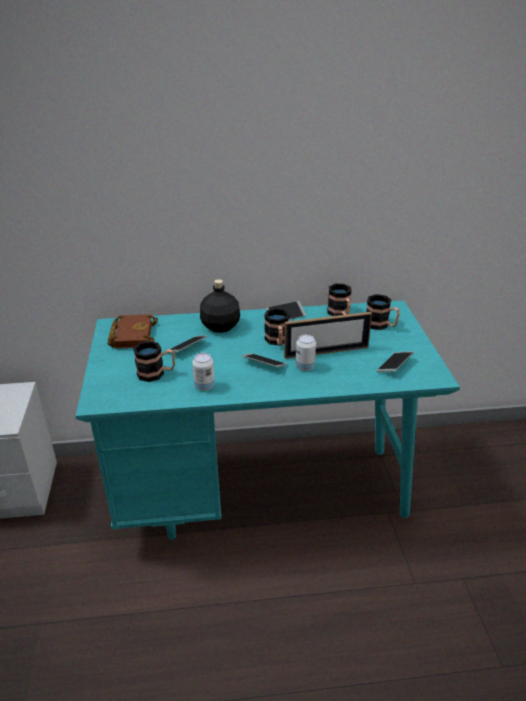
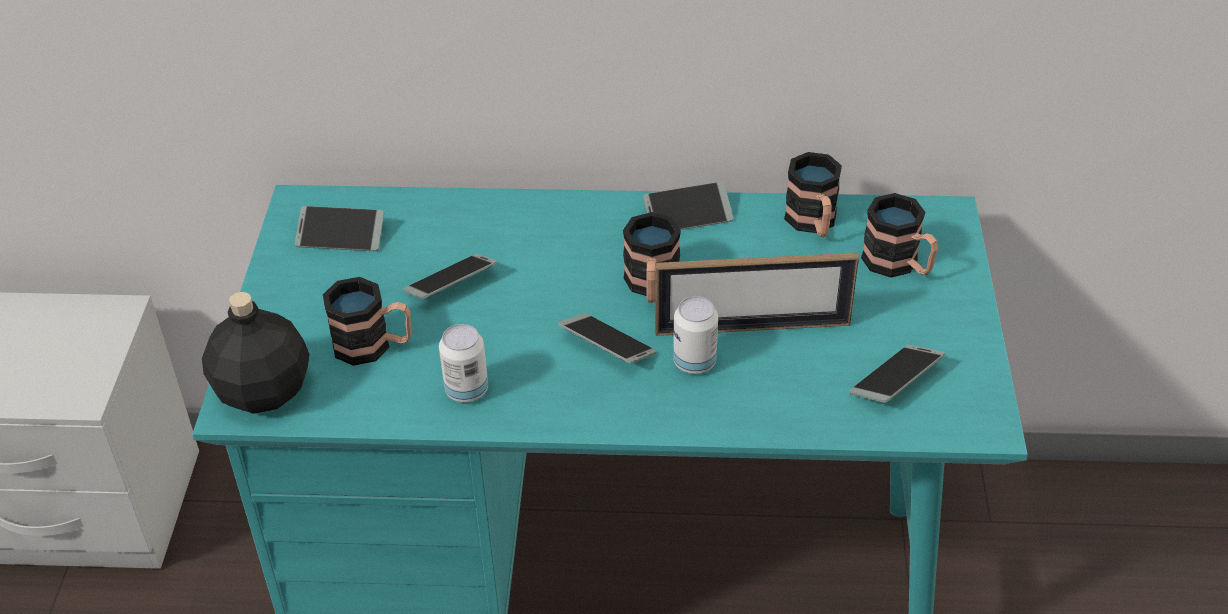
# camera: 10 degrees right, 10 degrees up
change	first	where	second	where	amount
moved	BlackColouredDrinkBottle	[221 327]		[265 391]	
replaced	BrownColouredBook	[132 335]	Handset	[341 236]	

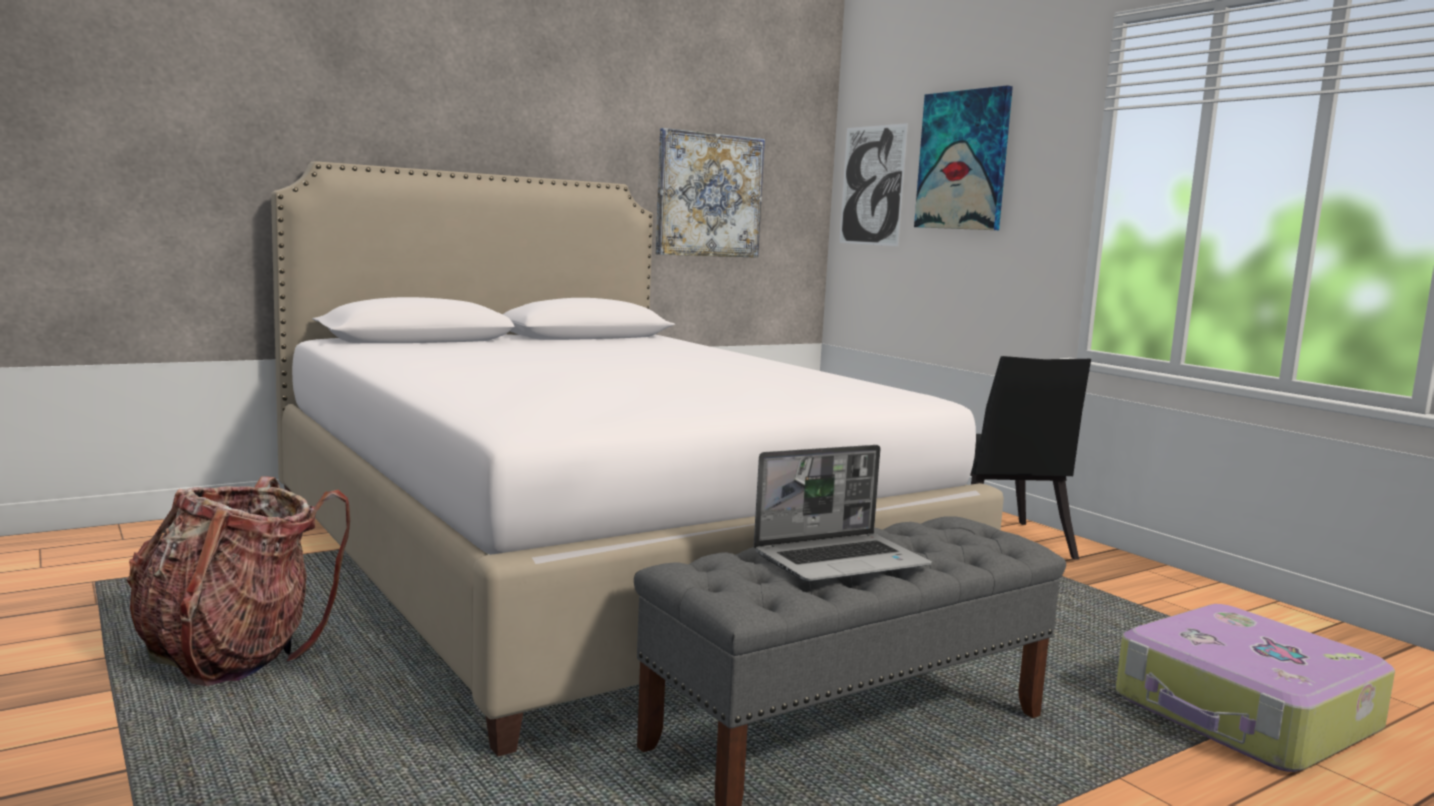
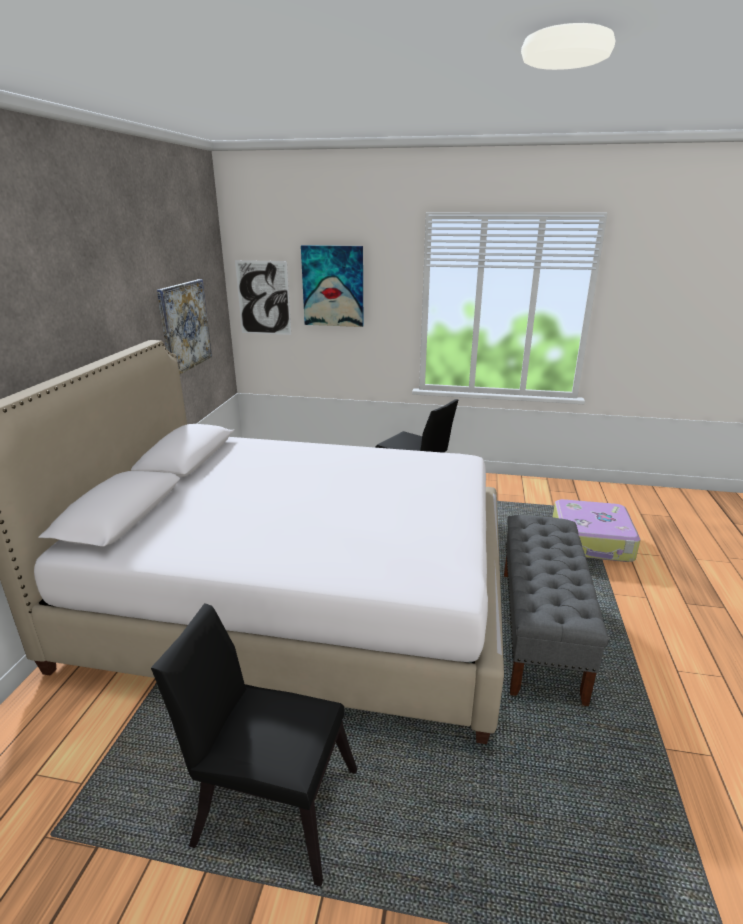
# camera: 45 degrees left, 15 degrees up
change	first	where	second	where	amount
replaced	Rucksack	[232 654]	BlackColouredUprightChair	[269 801]	
removed	NotebookComputer	[841 560]			

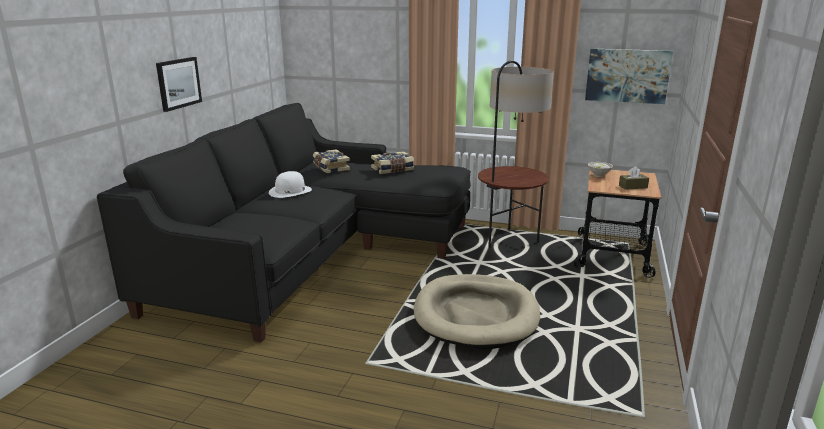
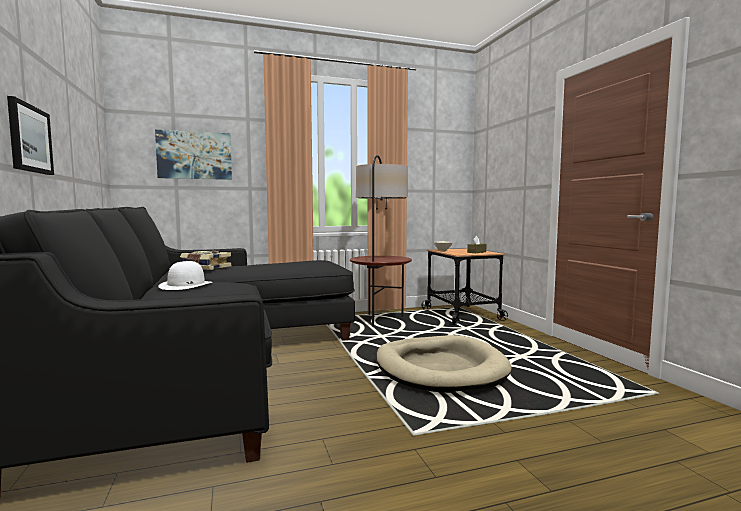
# camera: 35 degrees left, 15 degrees down
change	first	where	second	where	amount
moved	Picture	[627 75]		[194 155]	
removed	Book	[393 169]			

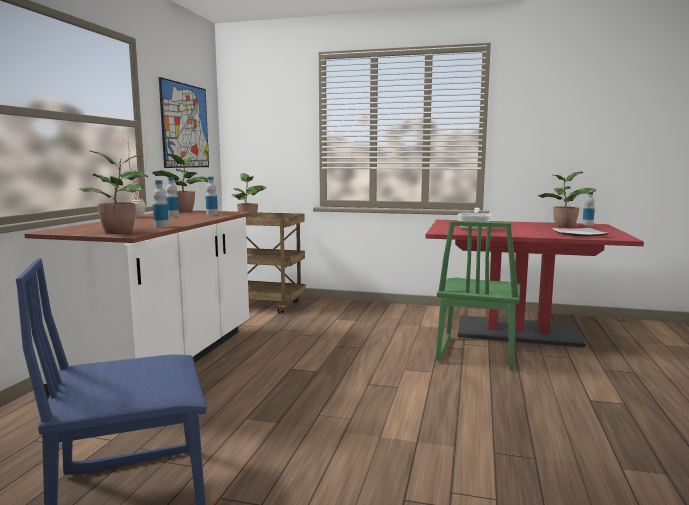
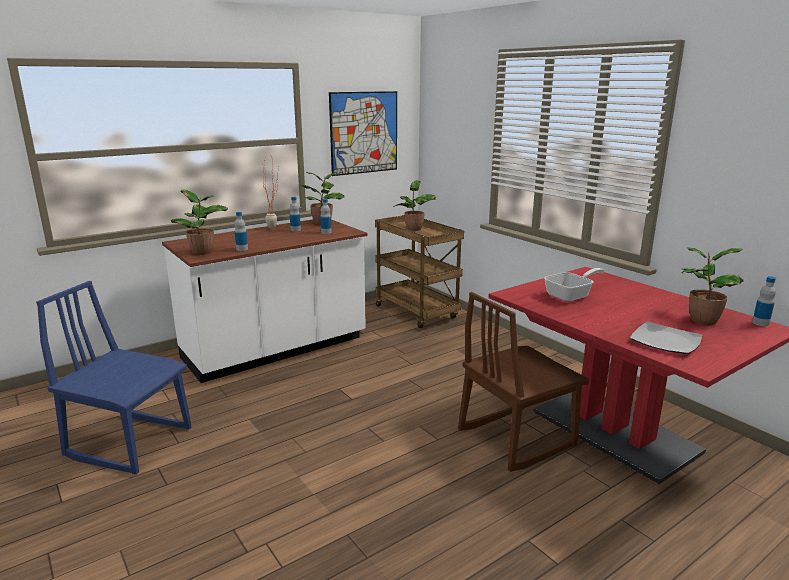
# camera: 40 degrees right, 10 degrees up
change	first	where	second	where	amount
recoloured	GreenUprightChair	[475 353]	BrownColouredUprightChair	[515 438]	

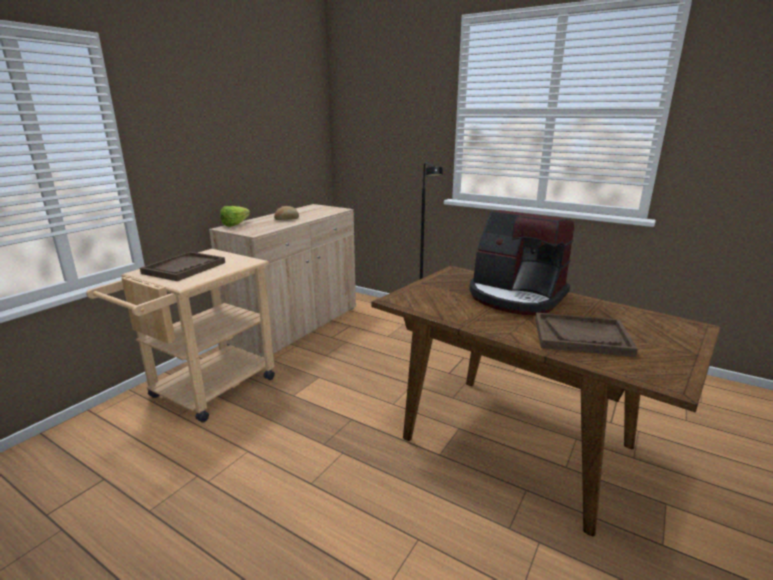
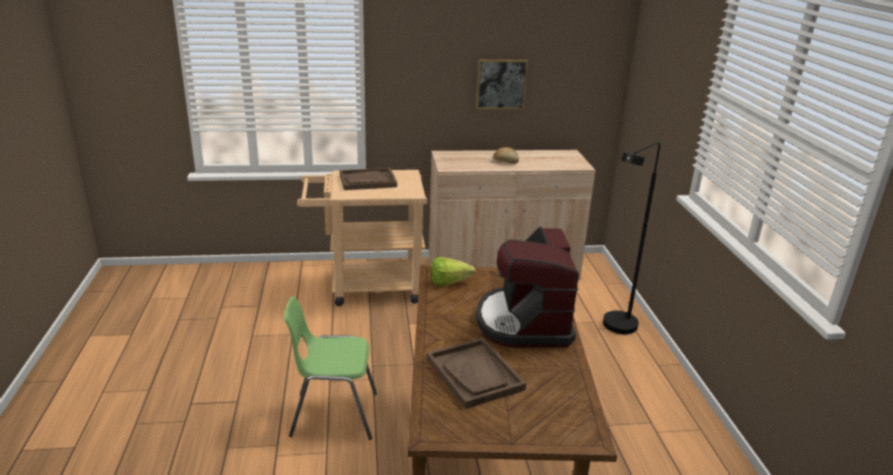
# camera: 50 degrees right, 5 degrees up
change	first	where	second	where	amount
added			GreenUprightChair	[333 415]	
moved	LettuceHead	[238 224]		[452 283]	
added			Picture	[501 84]	

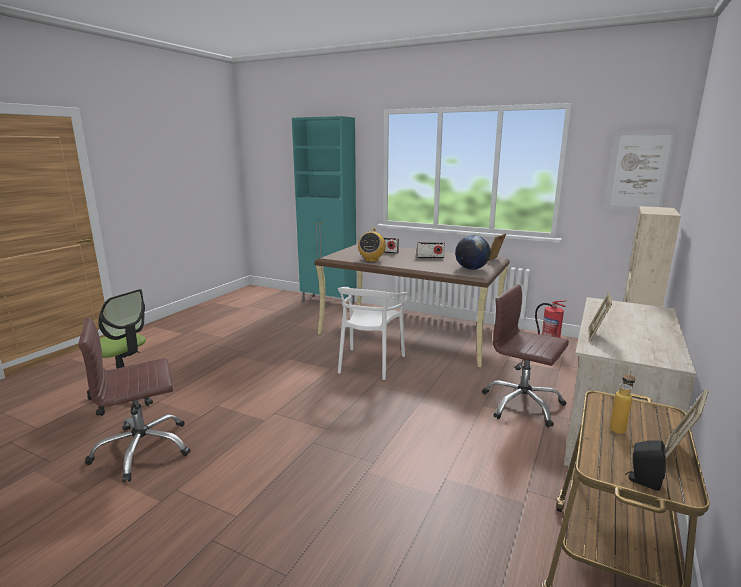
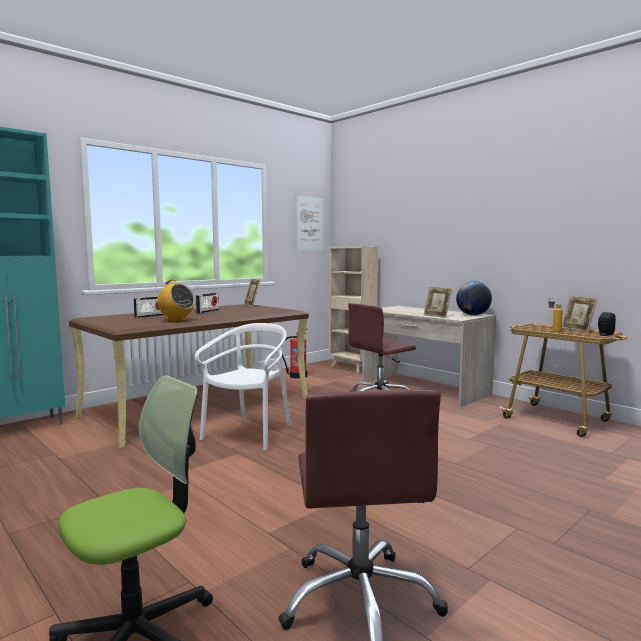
# camera: 70 degrees left, 10 degrees down
change	first	where	second	where	amount
turned	WhiteUprightChair	[370 363]		[249 433]	105 degrees counterclockwise
moved	WorldGlobe	[471 269]		[473 315]	

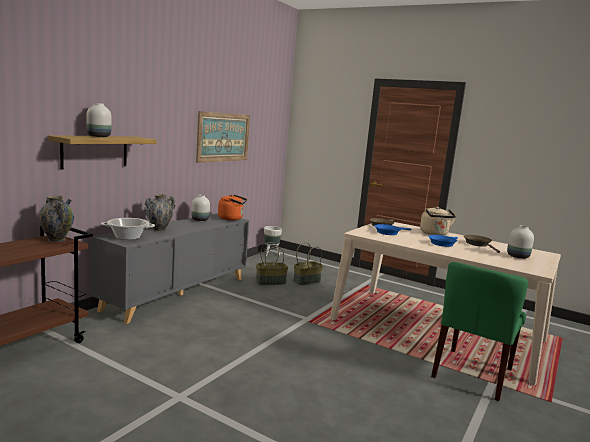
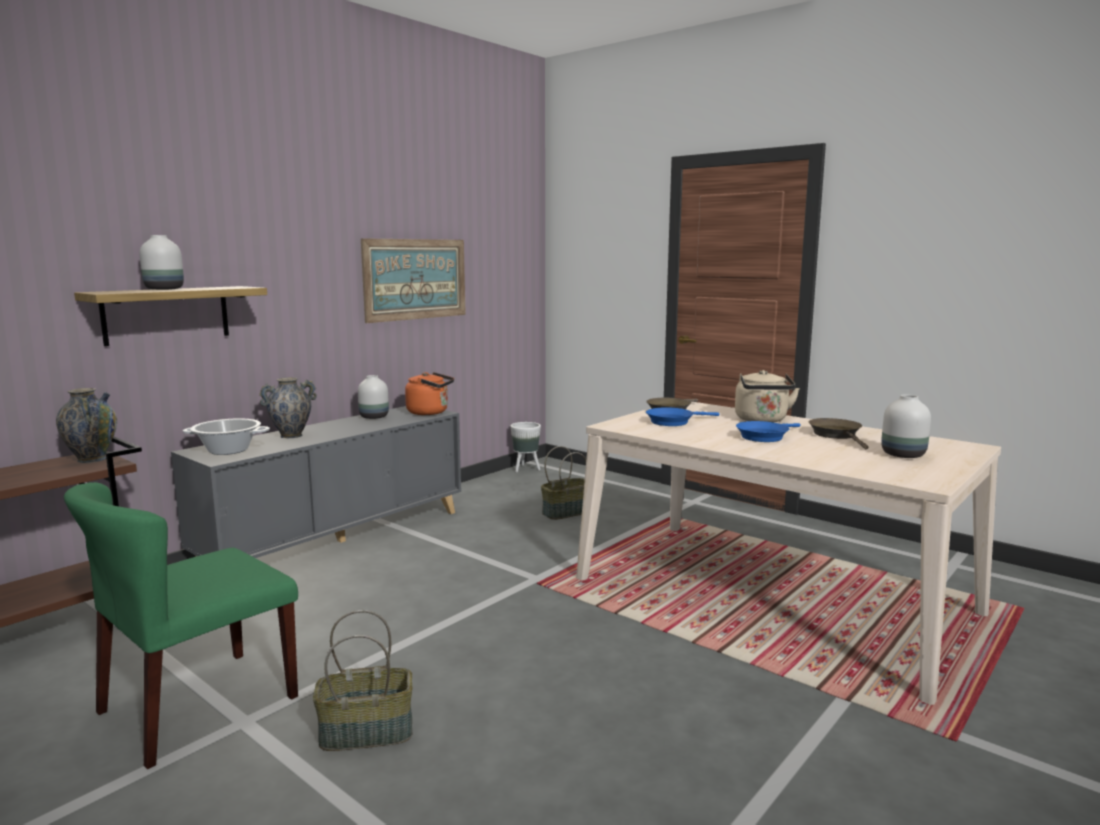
# camera: 10 degrees right, 0 degrees up
change	first	where	second	where	amount
moved	GreenUprightChair	[473 374]		[197 705]	
moved	Basket	[271 282]		[367 732]	

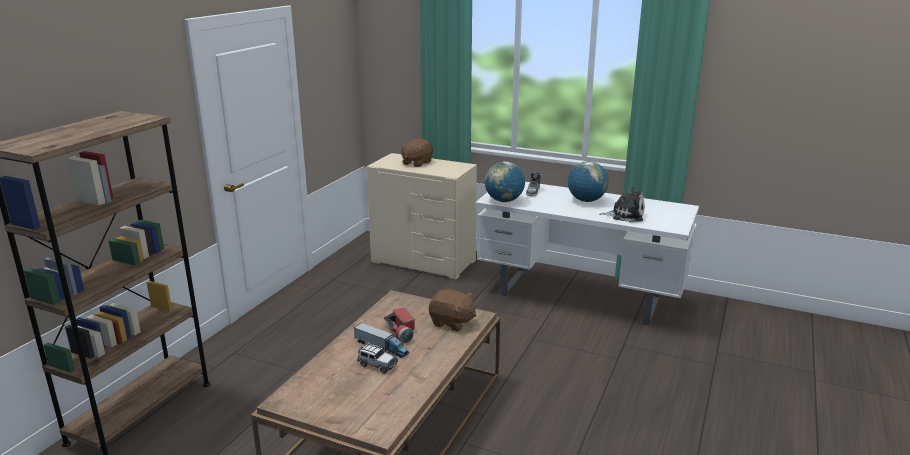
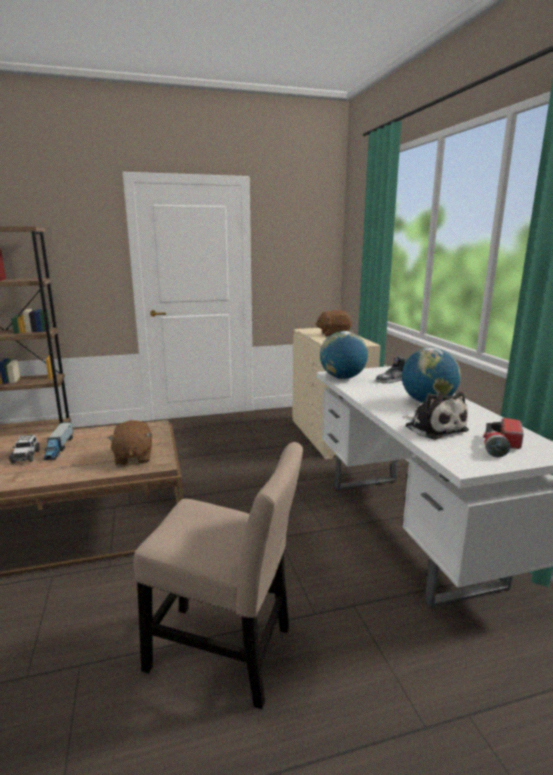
# camera: 50 degrees right, 5 degrees down
change	first	where	second	where	amount
added			BeigeUprightChair	[226 652]	
moved	Flashlight	[401 332]		[501 446]	

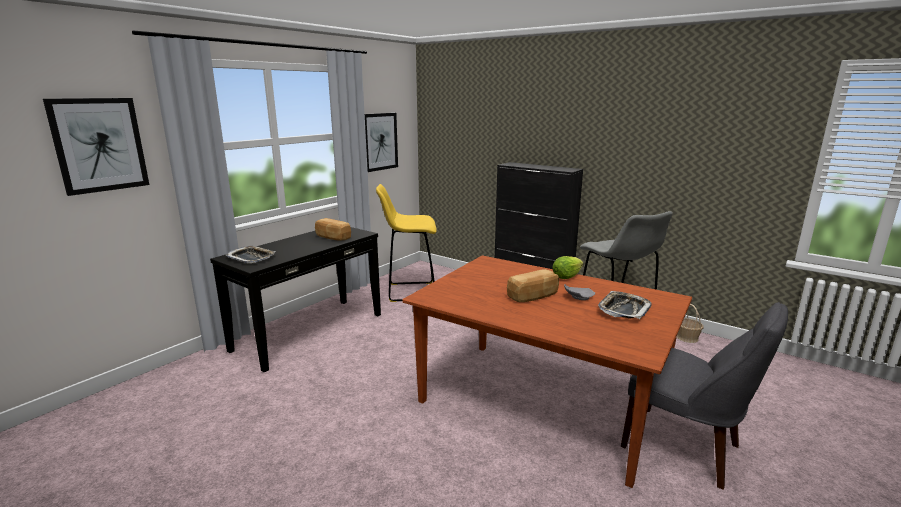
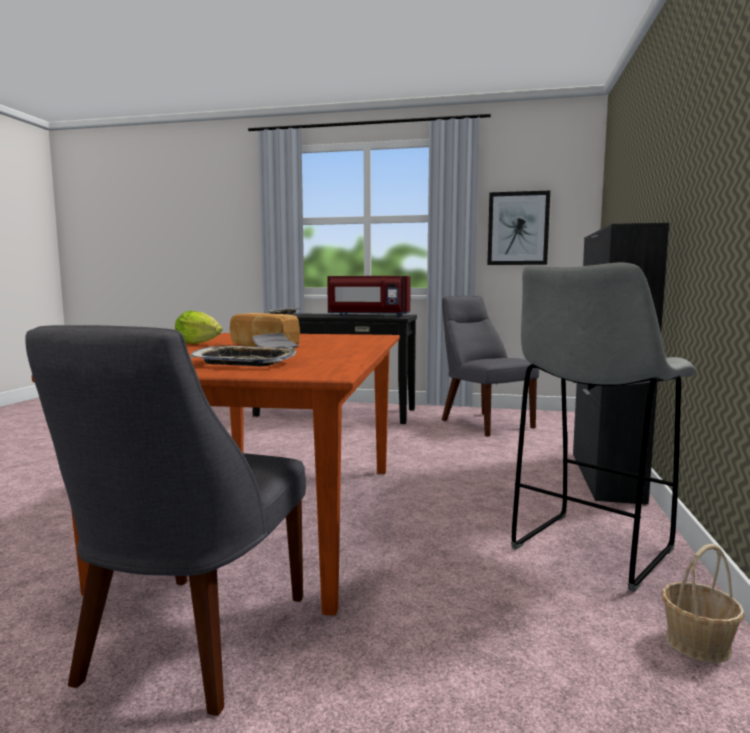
# camera: 65 degrees right, 10 degrees down
change	first	where	second	where	amount
moved	LettuceHead	[566 276]		[198 344]	
replaced	BakedBread	[332 237]	RedColouredMicrowave	[368 316]	
replaced	YellowColouredStoolSeat	[409 292]	GreyUprightChair	[483 423]	
removed	Picture	[99 145]			

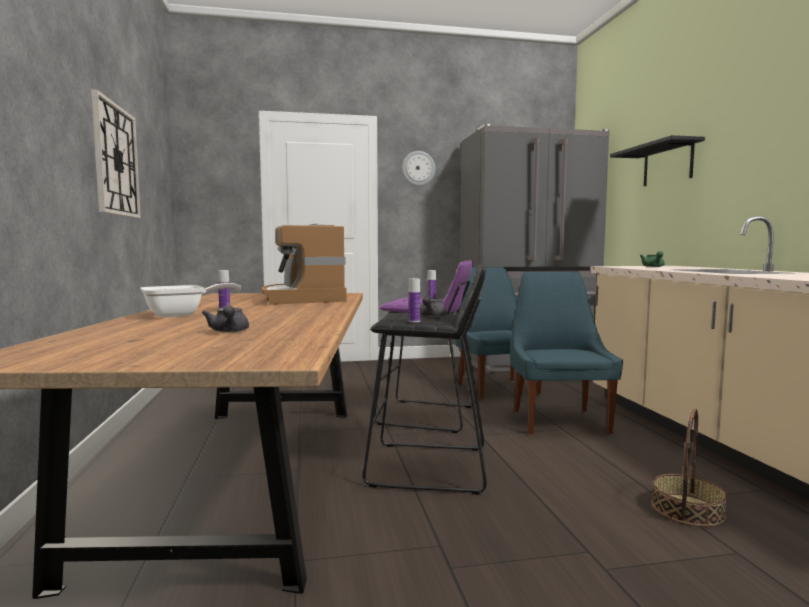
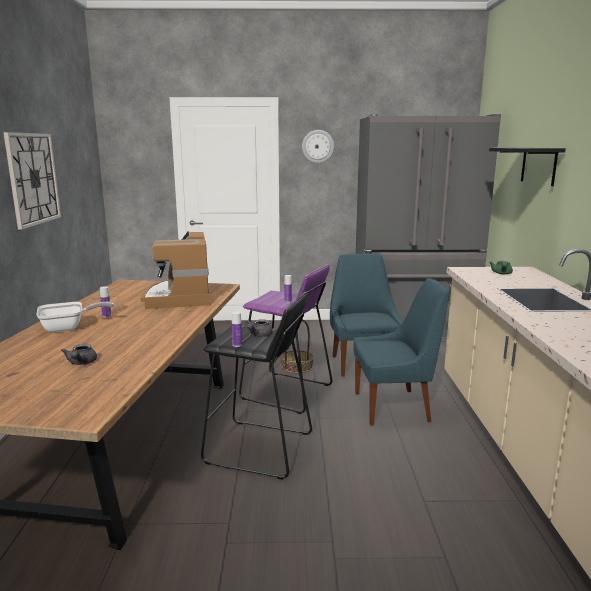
# camera: 10 degrees right, 10 degrees up
change	first	where	second	where	amount
moved	Basket	[687 510]		[297 366]	
turned	BlueColouredUprightChair	[558 420]		[395 407]	75 degrees clockwise

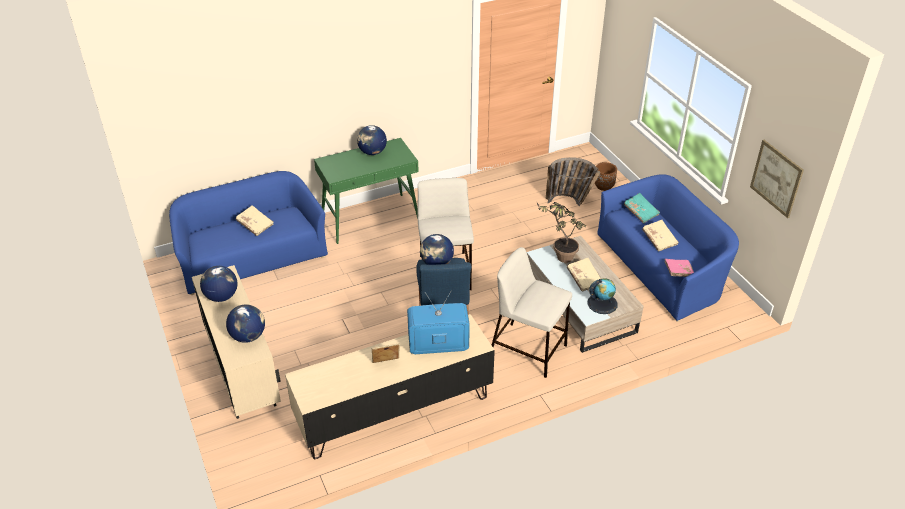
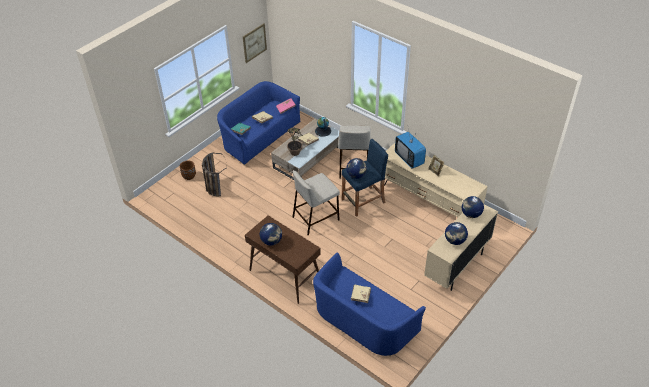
# camera: 115 degrees left, 5 degrees up
change	first	where	second	where	amount
recoloured	GreenNarrowTable	[370 218]	BrownColouredNarrowTable	[284 275]	

